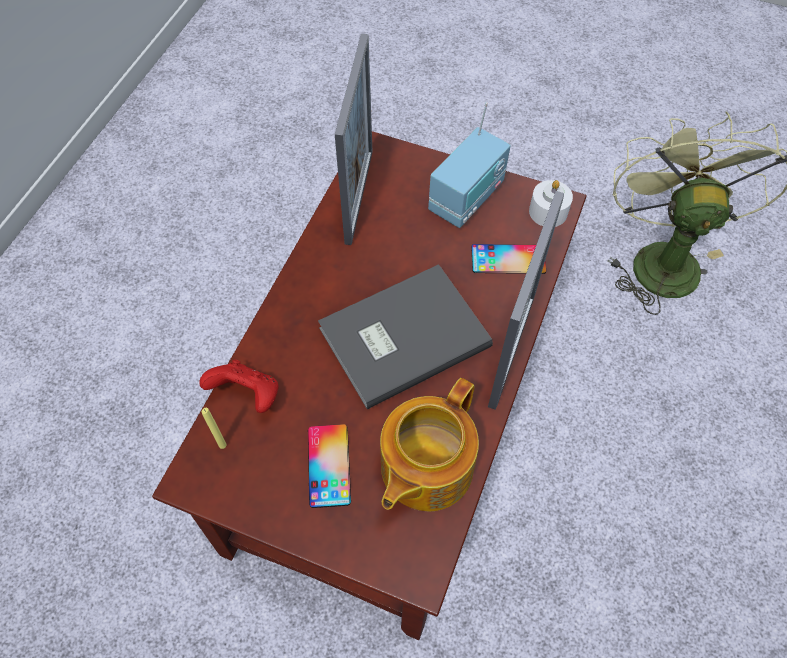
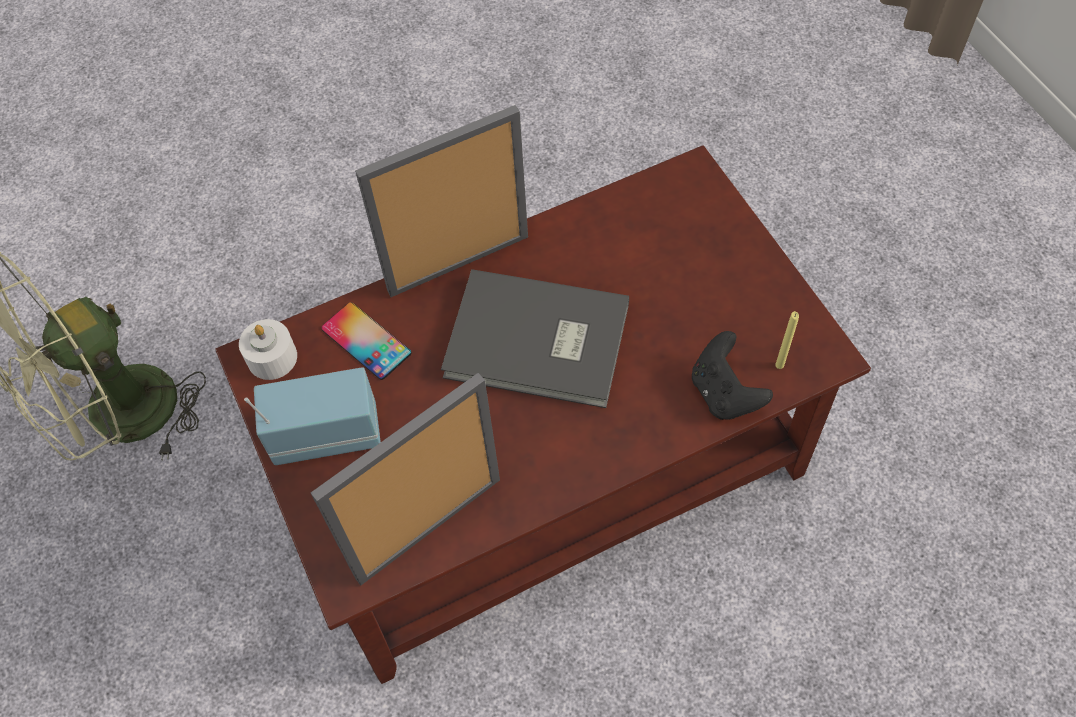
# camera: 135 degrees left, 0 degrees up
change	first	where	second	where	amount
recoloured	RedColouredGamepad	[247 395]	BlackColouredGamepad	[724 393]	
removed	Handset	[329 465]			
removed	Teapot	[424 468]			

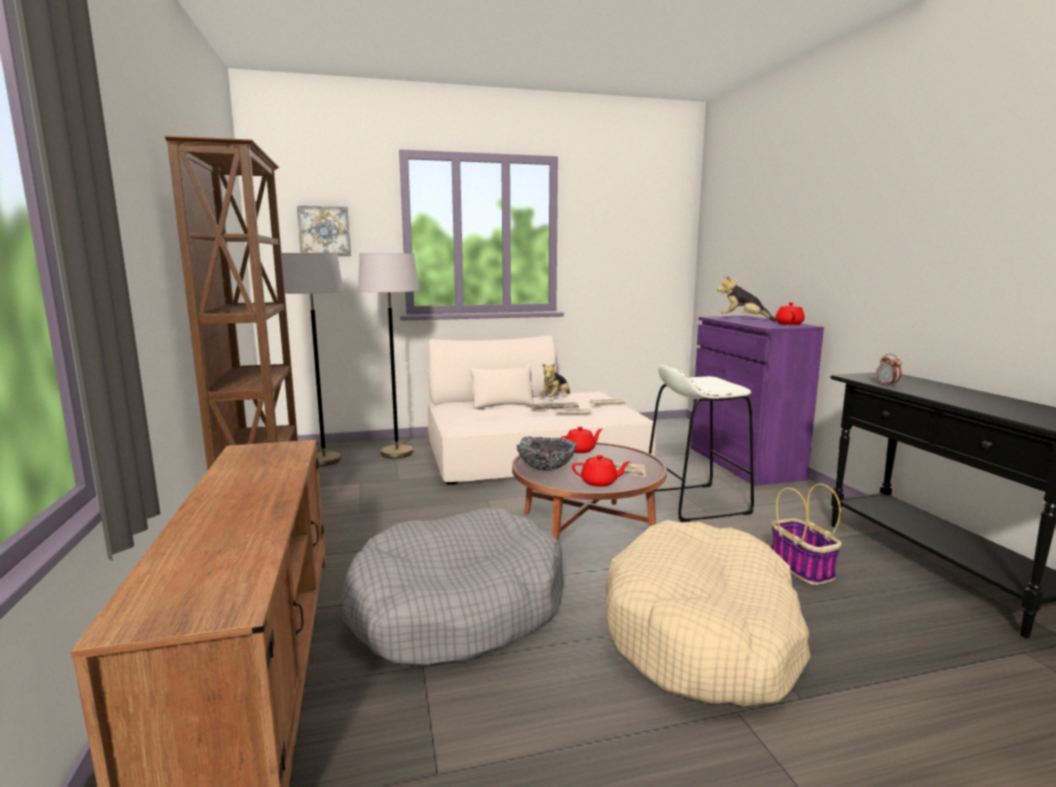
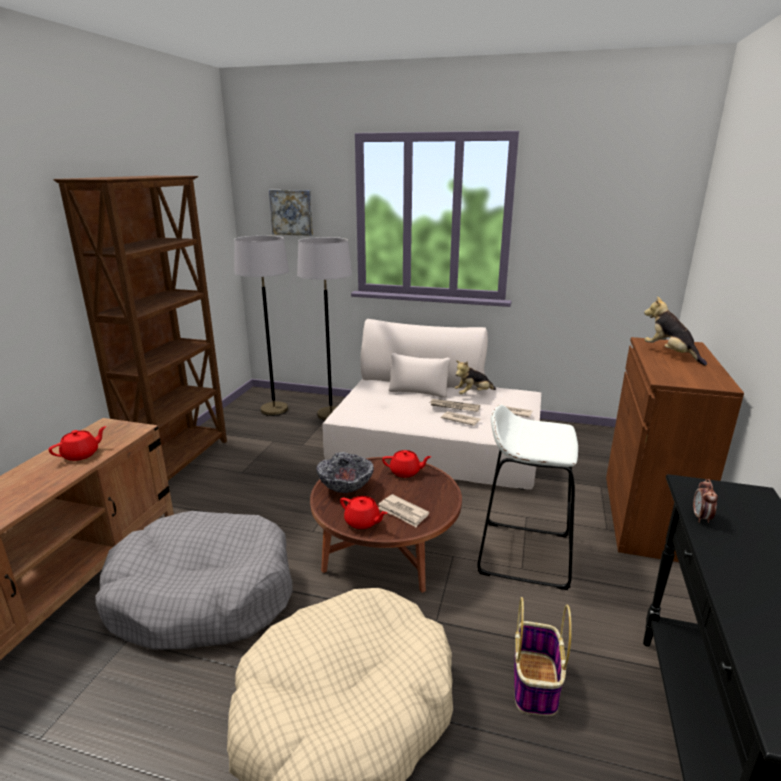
# camera: 30 degrees right, 10 degrees up
change	first	where	second	where	amount
moved	RedColouredTeapot	[789 324]		[81 454]	
recoloured	PurplishCupboard	[744 463]	BrownColouredCupboard	[646 516]	

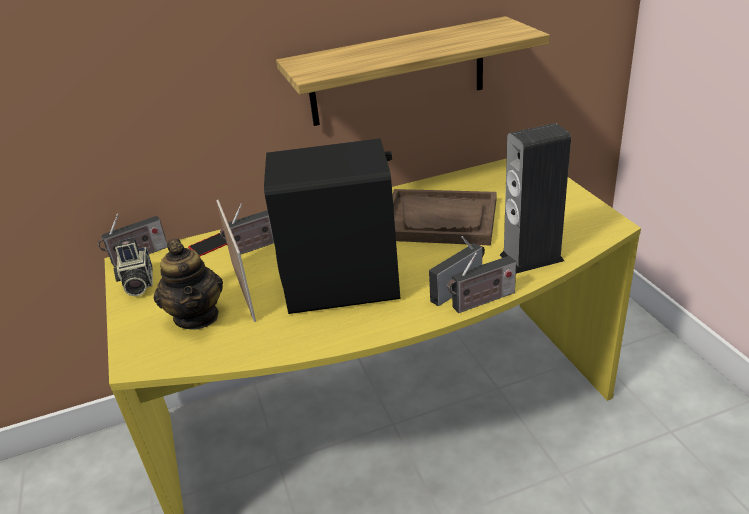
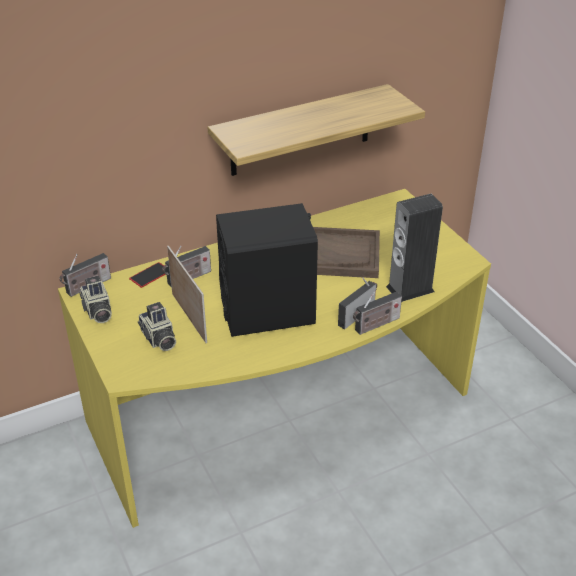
# camera: 10 degrees left, 5 degrees up
change	first	where	second	where	amount
replaced	Teapot	[197 316]	StillCamera	[158 339]	

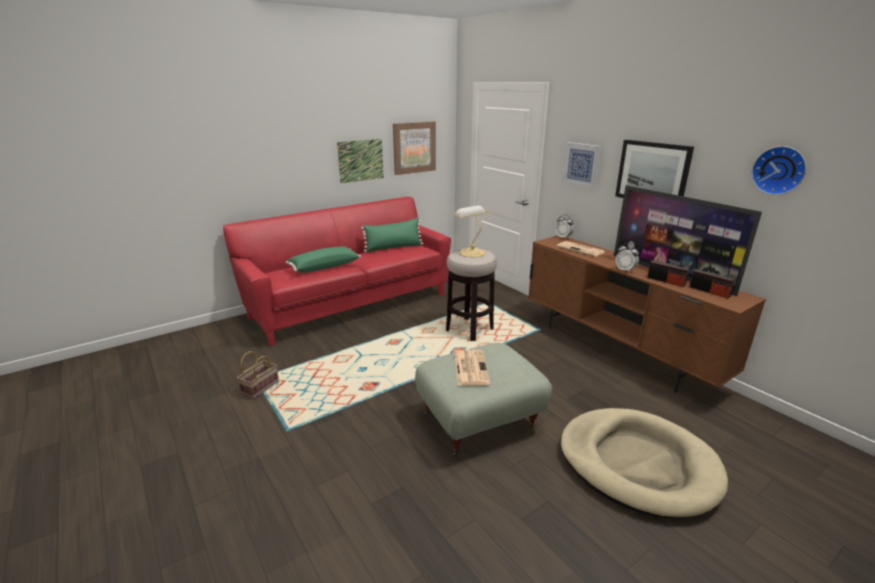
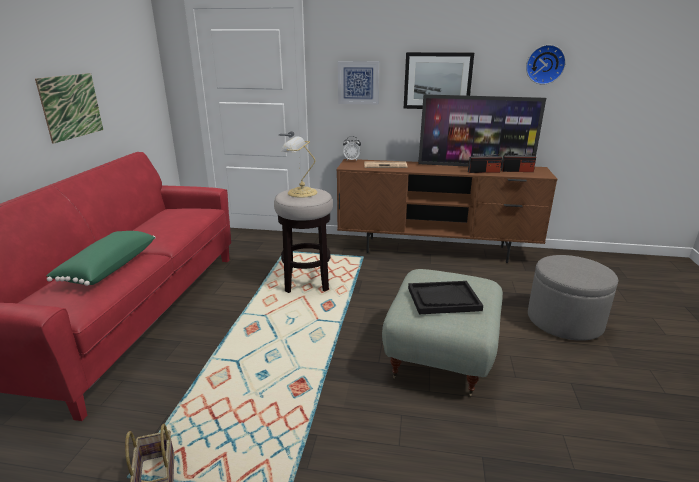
# camera: 45 degrees left, 0 degrees up
change	first	where	second	where	amount
replaced	PrintedPaper	[470 367]	BlackColouredCarryingTray	[443 299]	
replaced	BeigePetBed	[637 464]	GreyOttoman	[564 321]	
removed	GreenPillow	[393 248]			
removed	Picture	[414 147]			
removed	BedsideClock	[625 270]			

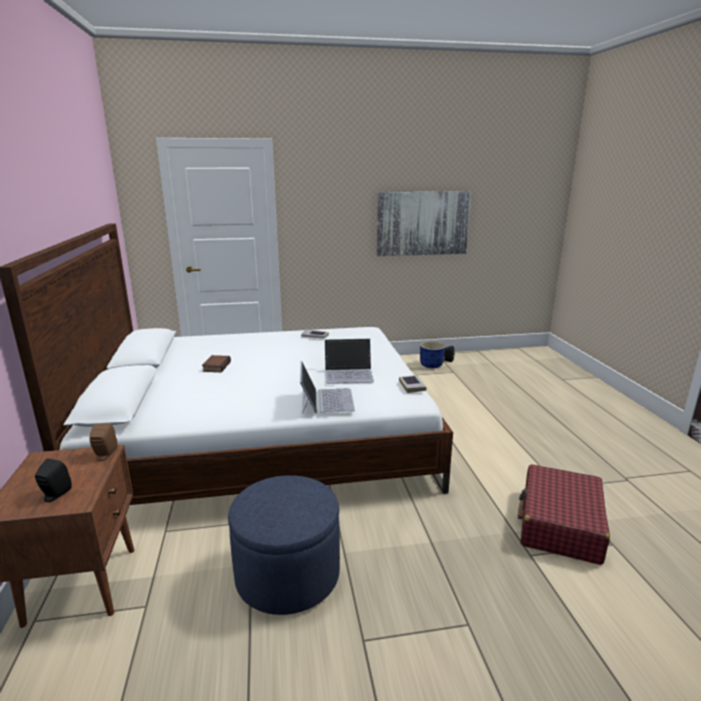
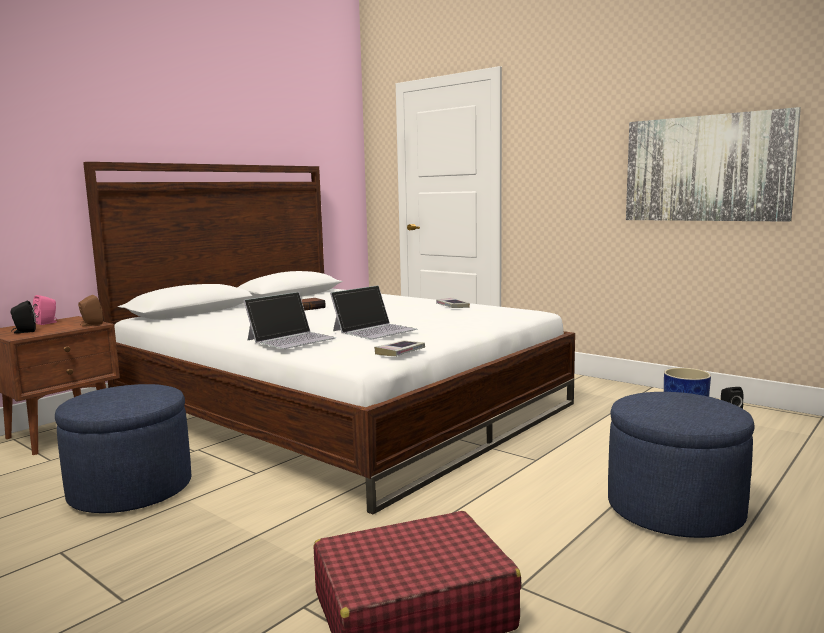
# camera: 50 degrees right, 10 degrees down
change	first	where	second	where	amount
added			PinkColouredAudioSpeaker	[47 323]	
turned	NotebookComputer	[349 373]		[375 330]	90 degrees counterclockwise
added			BlueColouredOttoman	[674 509]	

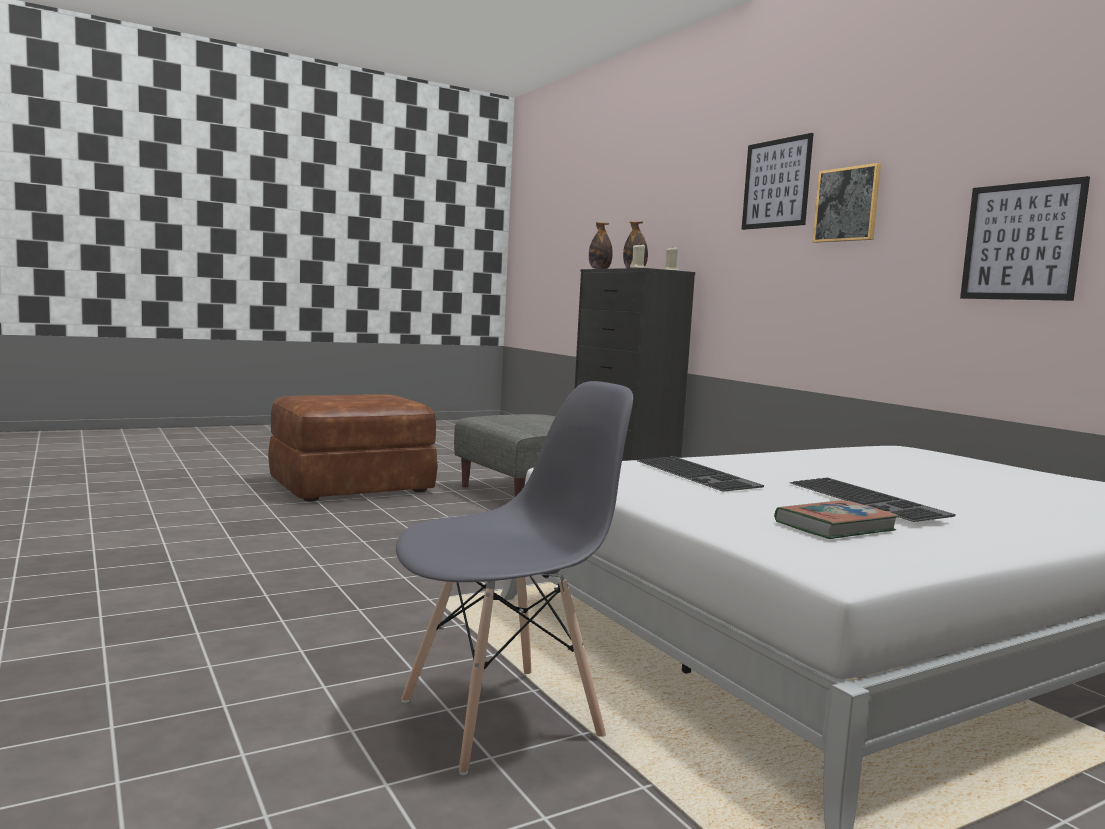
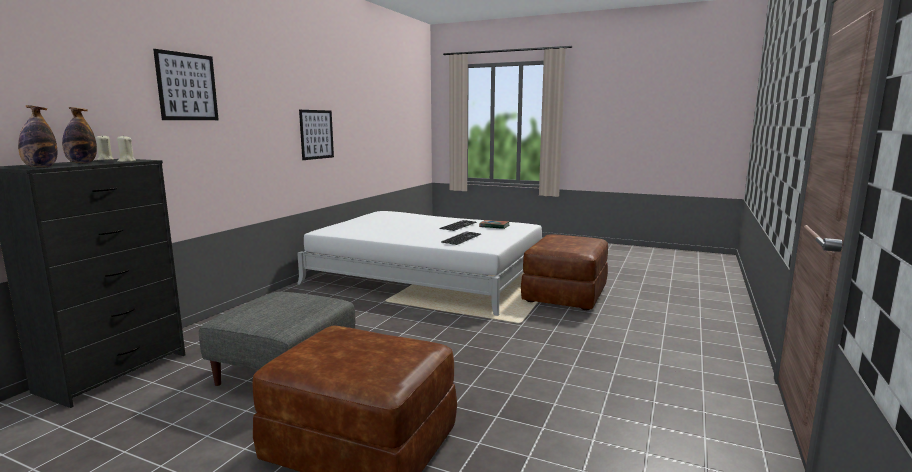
# camera: 125 degrees left, 5 degrees up
change	first	where	second	where	amount
replaced	GreyUprightChair	[502 718]	BrownColouredOttoman	[564 294]	
removed	Picture	[847 204]			

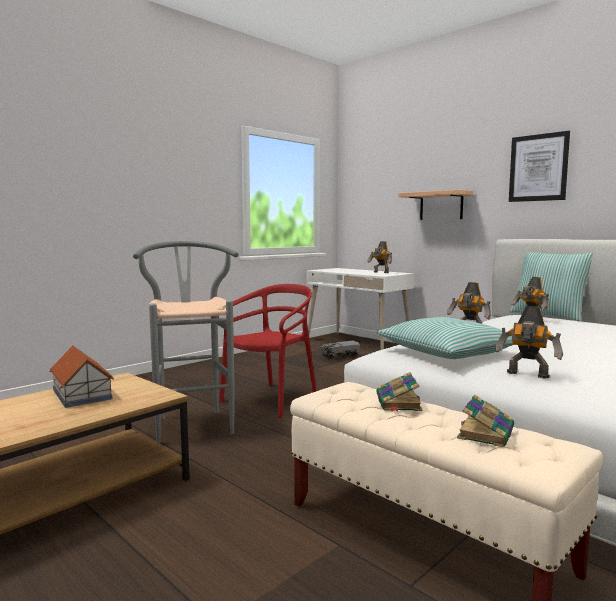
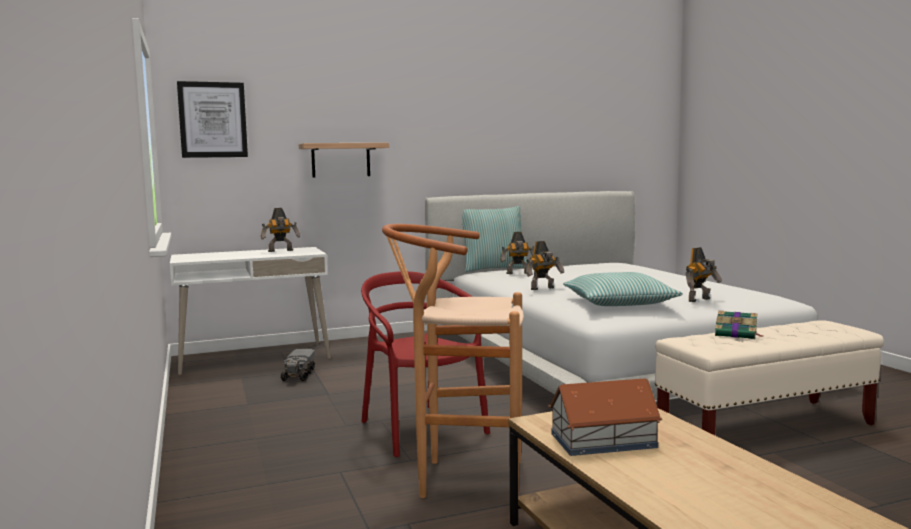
# camera: 65 degrees left, 0 degrees up
change	first	where	second	where	amount
moved	Picture	[538 168]		[213 120]	
recoloured	GreyStoolSeat	[192 423]	BrownColouredStoolSeat	[460 479]	
removed	Book	[486 432]			

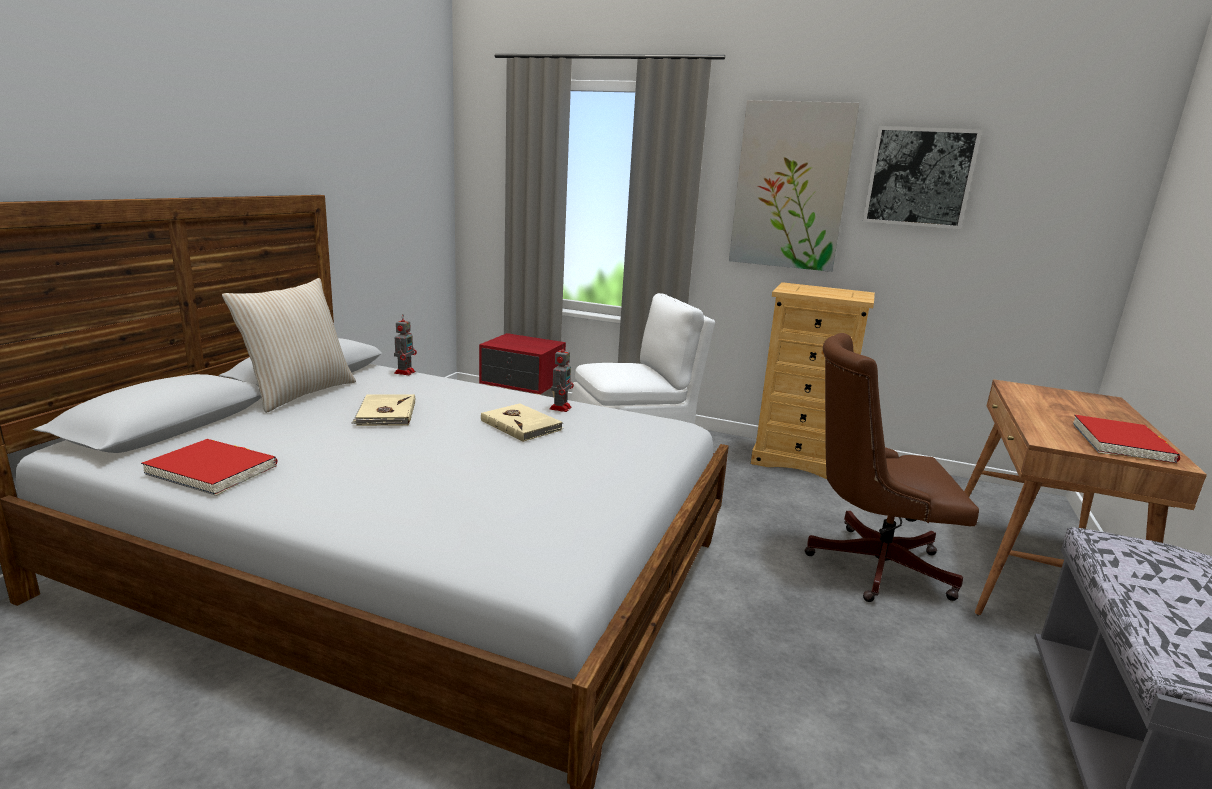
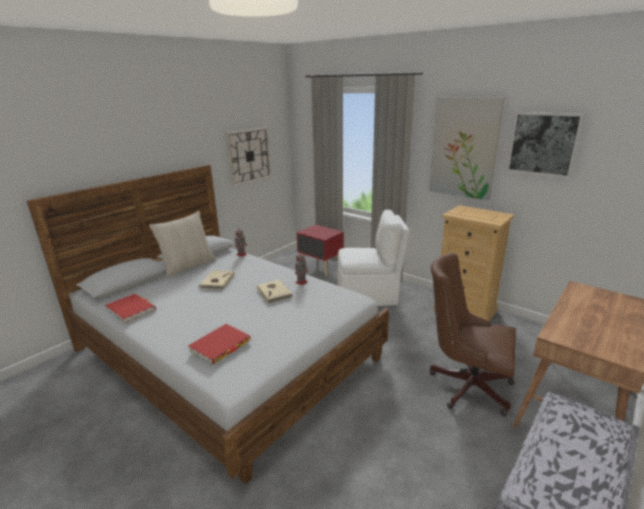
# camera: 20 degrees right, 5 degrees up
change	first	where	second	where	amount
moved	RedColouredBook	[1121 443]		[220 346]	
added			HangingClock	[249 156]	

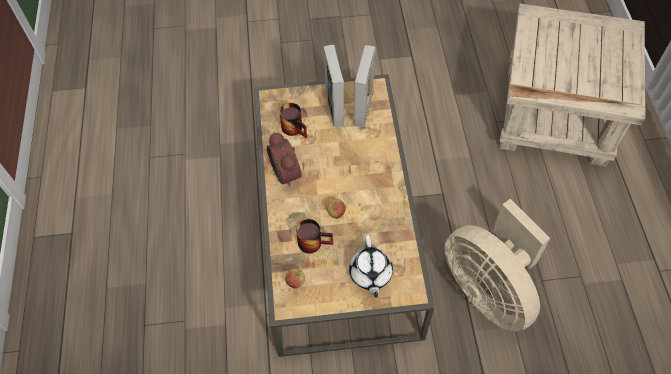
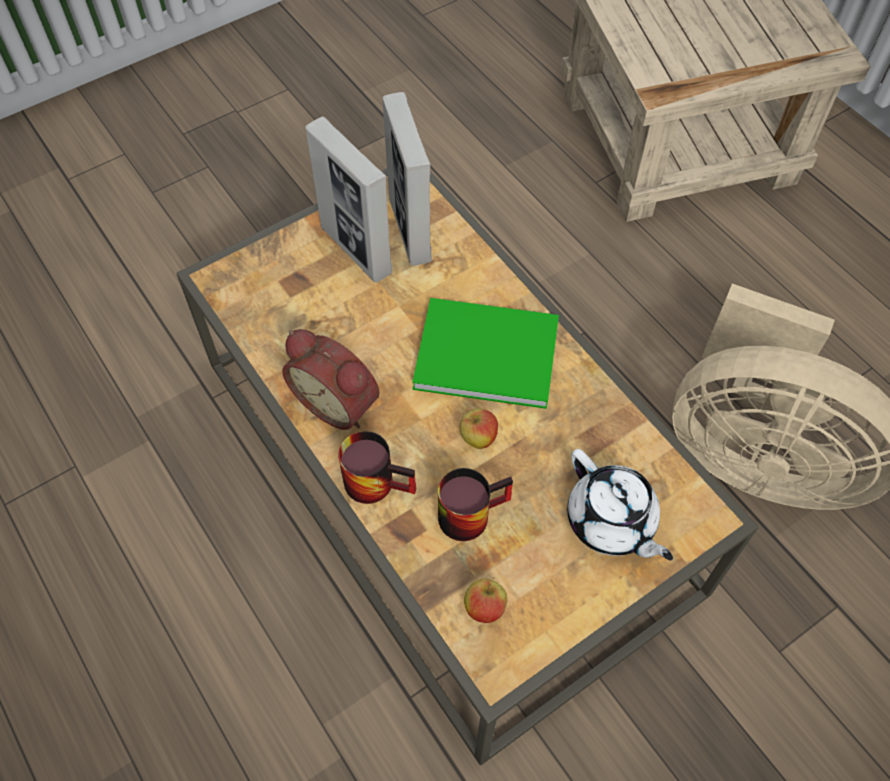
# camera: 30 degrees left, 0 degrees up
change	first	where	second	where	amount
moved	CoffeeMug	[296 128]		[378 480]	
added			GreenBook	[483 351]	

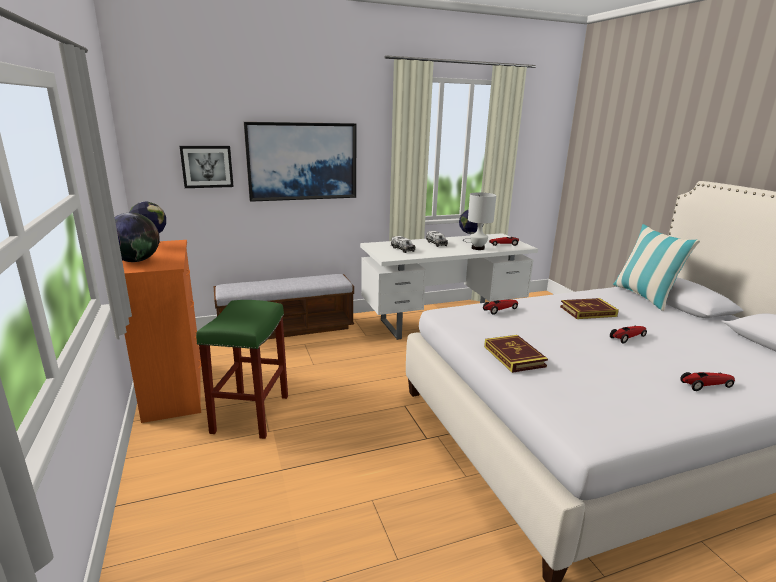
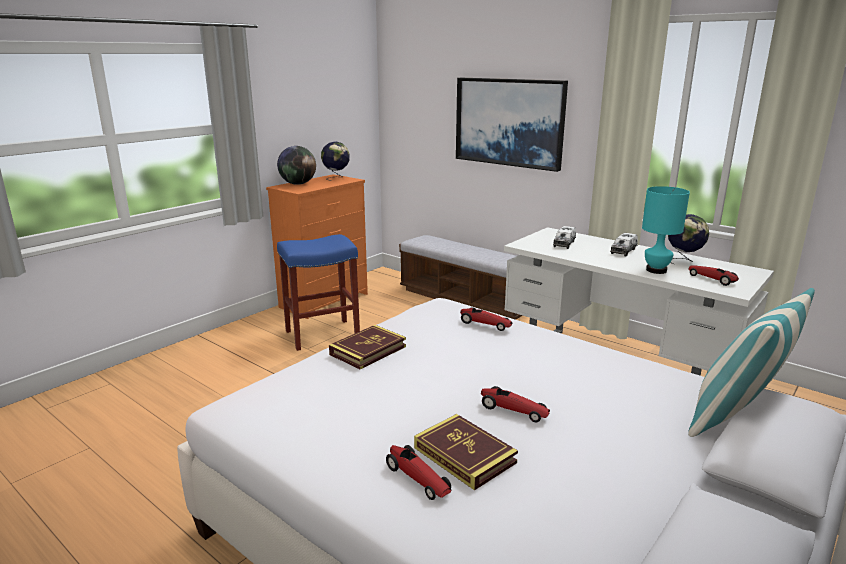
# camera: 60 degrees right, 0 degrees up
change	first	where	second	where	amount
recoloured	GreenStoolSeat	[251 413]	BlueColouredStoolSeat	[323 334]	
moved	Book	[588 311]		[464 455]	
recoloured	WhiteTabletopLamp	[478 248]	TurquoiseColouredTabletopLamp	[656 270]	
removed	Picture	[207 166]			

